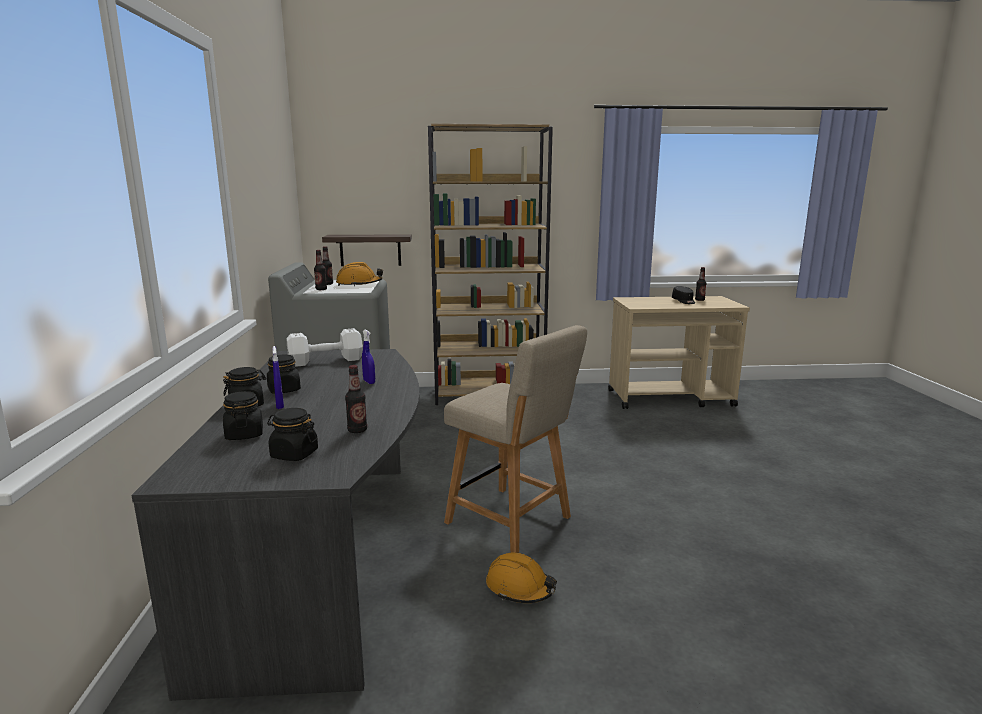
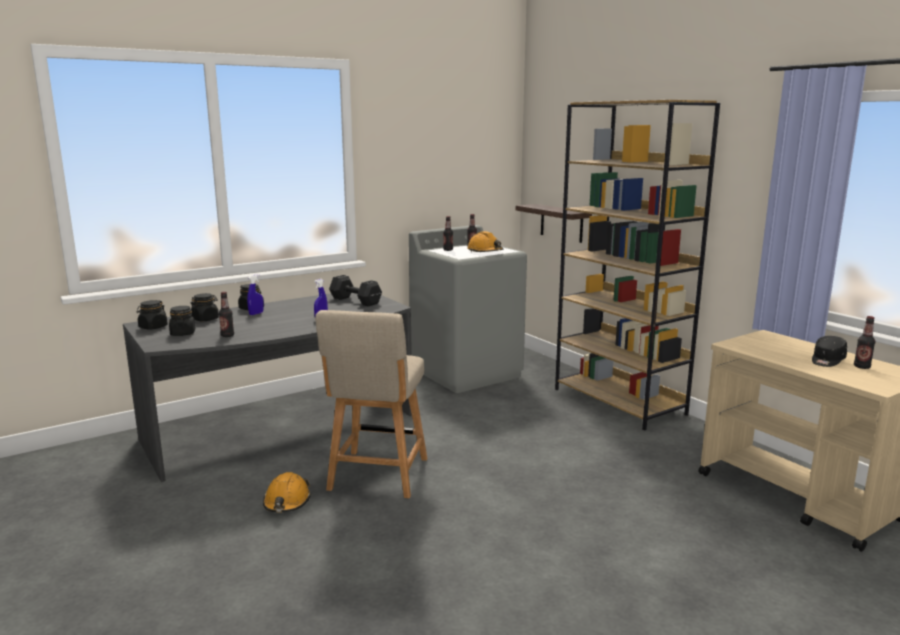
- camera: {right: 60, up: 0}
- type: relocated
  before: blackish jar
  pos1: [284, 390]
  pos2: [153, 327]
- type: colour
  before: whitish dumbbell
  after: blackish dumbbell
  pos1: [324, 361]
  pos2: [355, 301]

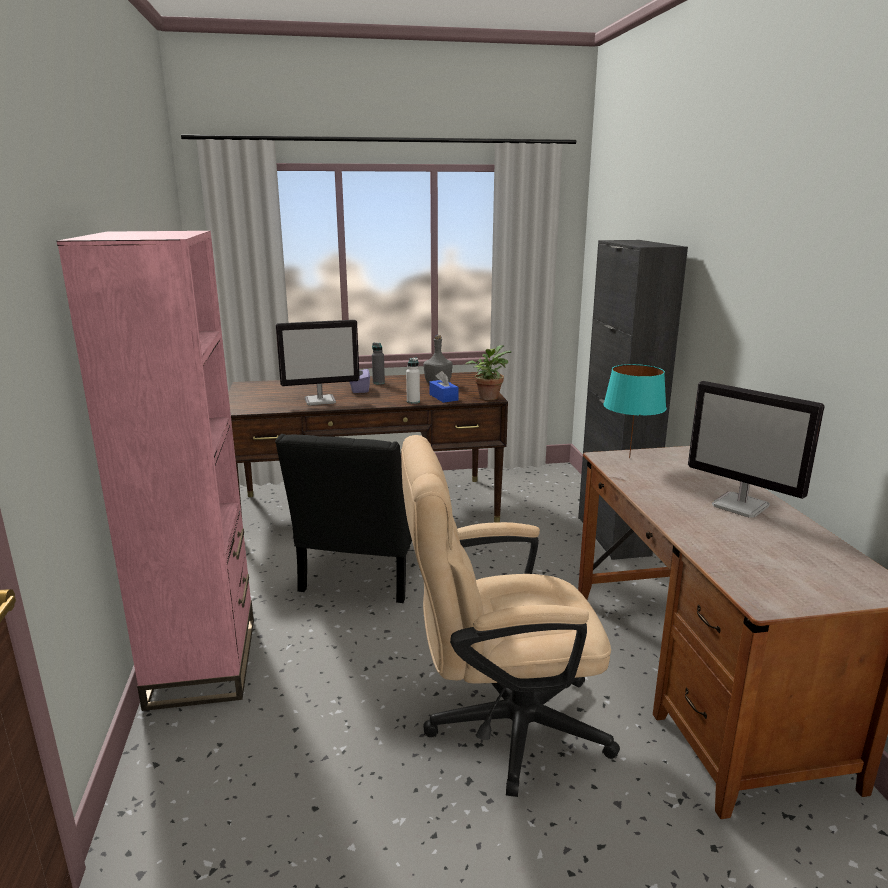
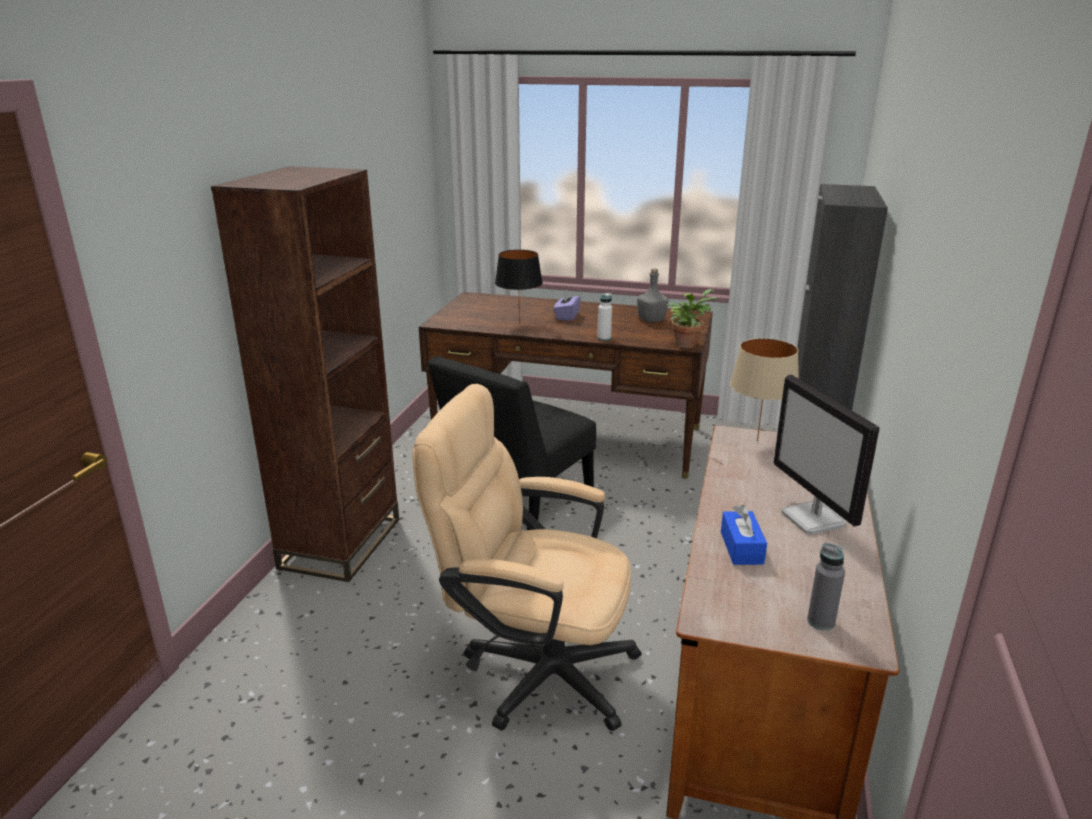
- camera: {right: 25, up: 5}
- type: colour
  before: pinkish shelving unit
  after: brownish shelving unit
  pos1: [203, 661]
  pos2: [341, 543]
- type: exchanged
  before: computer screen
  after: blackish lamp for a table
  pos1: [321, 400]
  pos2: [519, 324]
- type: relocated
  before: greyish bottle
  pos1: [378, 383]
  pos2: [821, 622]
- type: relocated
  before: blue box of tissues
  pos1: [443, 397]
  pos2: [741, 548]
- type: colour
  before: turquoise-coloured lamp for a table
  after: sand-coloured lamp for a table
  pos1: [629, 458]
  pos2: [756, 441]

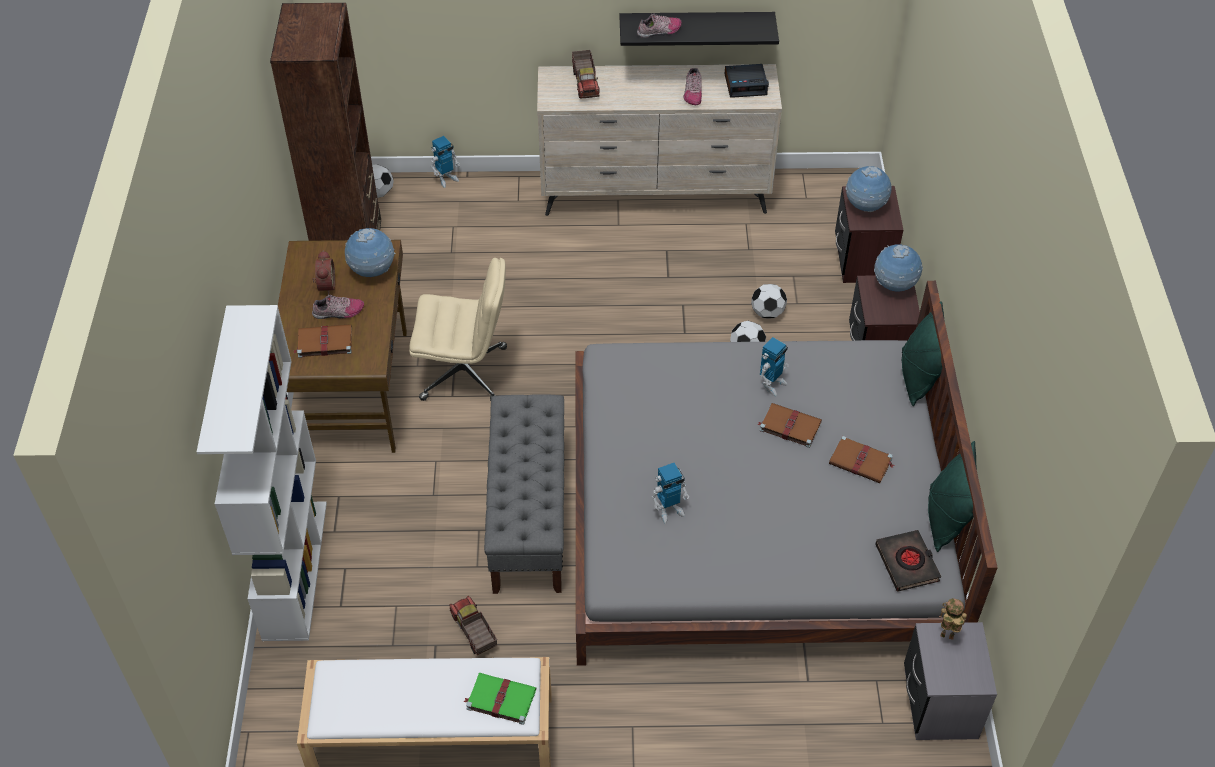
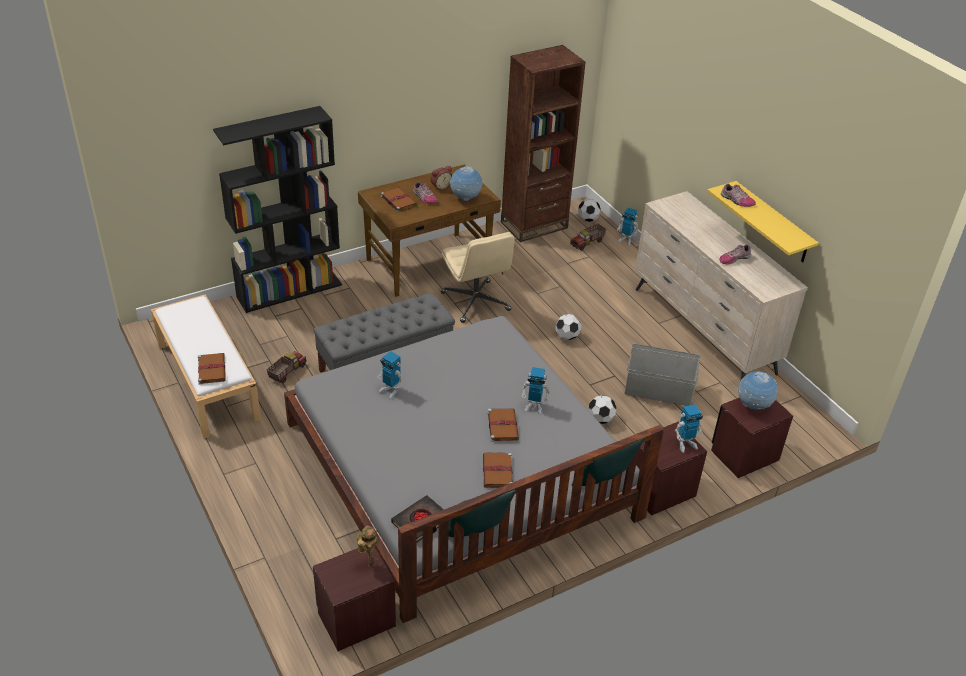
- camera: {right: 60, up: -10}
- type: colour
  before: whitish shelving unit
  after: blackish shelving unit
  pos1: [294, 569]
  pos2: [290, 290]
- type: colour
  before: greenish volume
  after: brownish volume
  pos1: [500, 699]
  pos2: [211, 369]
- type: relocated
  before: toy lorry
  pos1: [586, 83]
  pos2: [587, 243]
- type: colour
  before: blackish wall shelf
  after: yellow-coloured wall shelf
  pos1: [696, 28]
  pos2: [772, 223]
- type: missing
  before: table clock
  pos1: [746, 85]
- type: relocated
  before: ball for football
  pos1: [767, 313]
  pos2: [567, 337]
- type: exchanged
  before: world globe
  after: model robot
  pos1: [894, 286]
  pos2: [685, 444]
- type: colour
  before: greyish nightstand
  after: brownish nightstand
  pos1: [940, 704]
  pos2: [356, 619]
- type: appeared
  after: greyish storage box
  pos2: [659, 390]

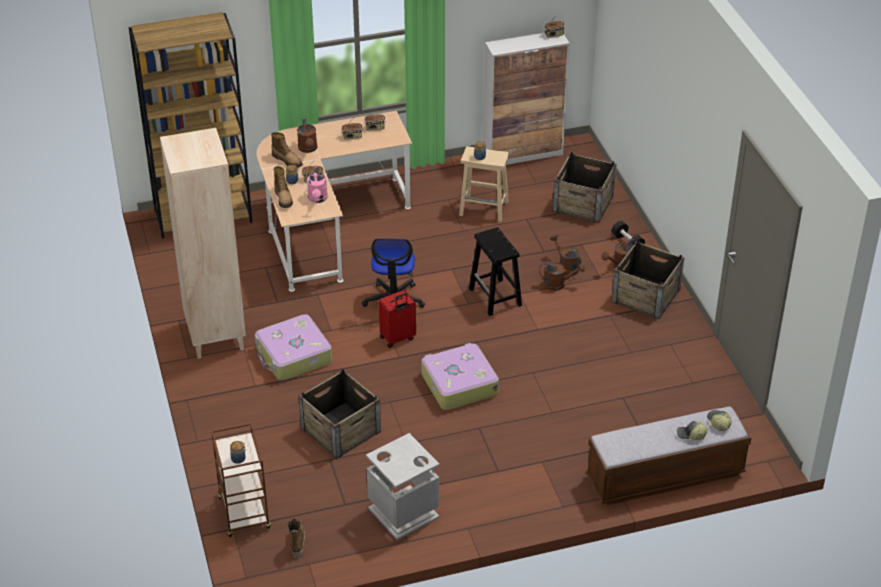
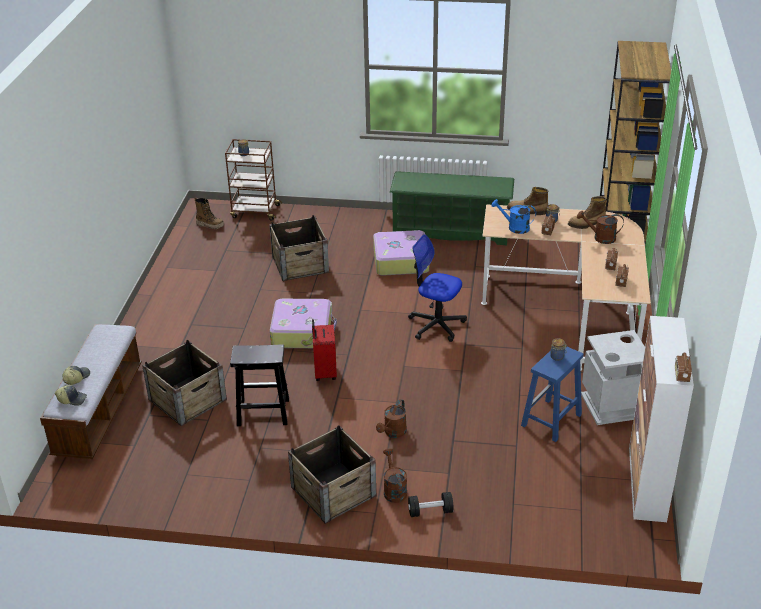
- camera: {right: 115, up: -5}
- type: exchanged
  before: sand-coloured shelving unit
  after: greenish shoe shelf
  pos1: [215, 335]
  pos2: [451, 231]
- type: colour
  before: pinkish watering pot
  after: blue watering pot
  pos1: [318, 199]
  pos2: [514, 227]
- type: relocated
  before: greyish rubbish bin
  pos1: [404, 513]
  pos2: [611, 406]
- type: relocated
  before: reddish travel case
  pos1: [398, 338]
  pos2: [324, 373]
- type: colour
  before: sand-coloured stool
  after: blue stool
  pos1: [484, 208]
  pos2: [551, 421]
- type: relocated
  before: blackish stool
  pos1: [495, 297]
  pos2: [262, 412]
- type: missing
  before: brownish watering pot
  pos1: [565, 267]
- type: relocated
  before: shipping crate
  pos1: [583, 203]
  pos2: [187, 400]

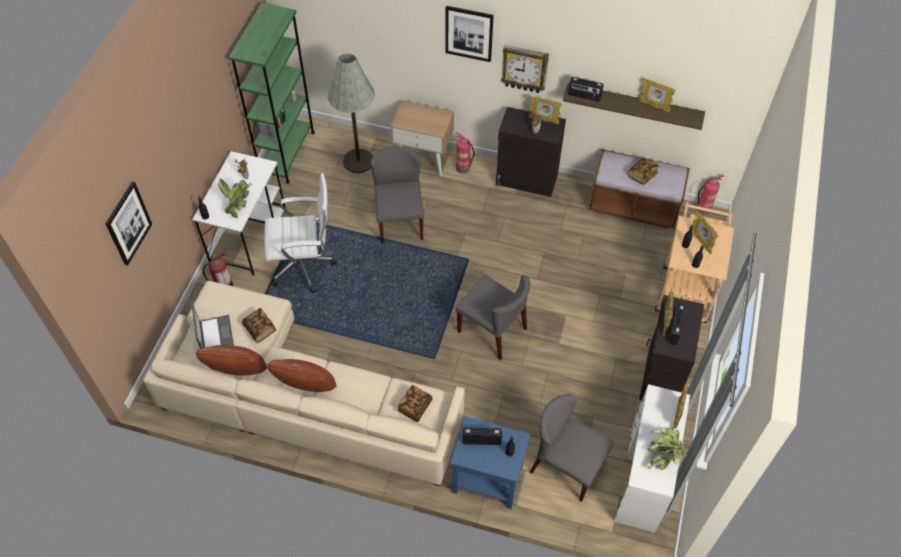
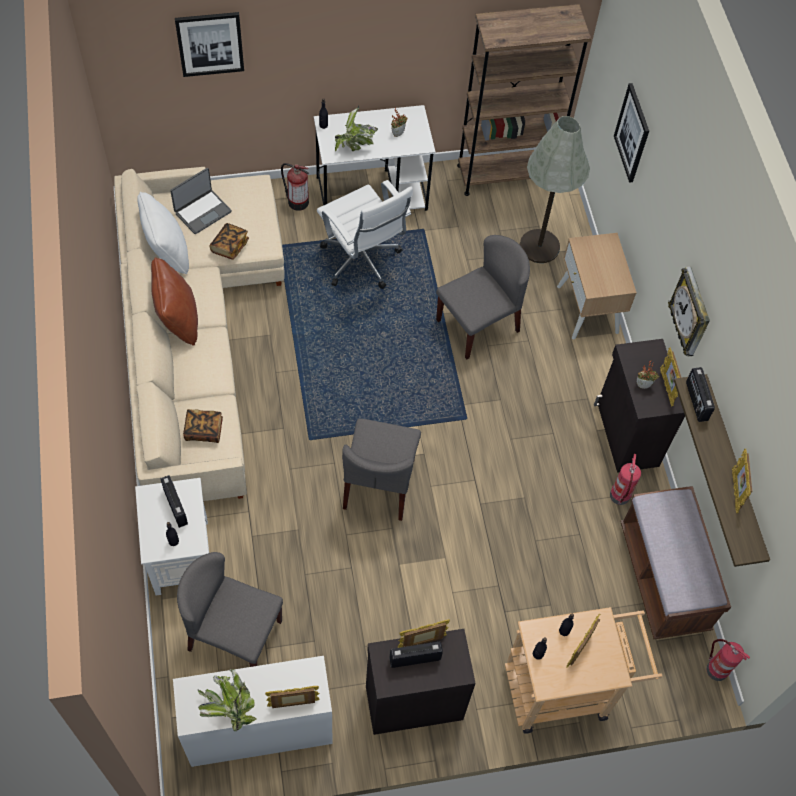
- camera: {right: 60, up: 5}
- type: colour
  before: brownish throw pillow
  after: whitish throw pillow
  pos1: [237, 374]
  pos2: [167, 253]
- type: colour
  before: greenish shelving unit
  after: brownish shelving unit
  pos1: [287, 153]
  pos2: [505, 175]
- type: relocated
  before: picture
  pos1: [469, 33]
  pos2: [632, 133]
- type: colour
  before: blue end table
  after: whitish end table
  pos1: [486, 479]
  pos2: [181, 555]
- type: relocated
  before: fire extinguisher
  pos1: [463, 168]
  pos2: [620, 496]
- type: spun
  before: greyish chair
  pos1: [566, 467]
  pos2: [234, 635]
  turn: -75
- type: missing
  before: volume
  pos1: [642, 175]

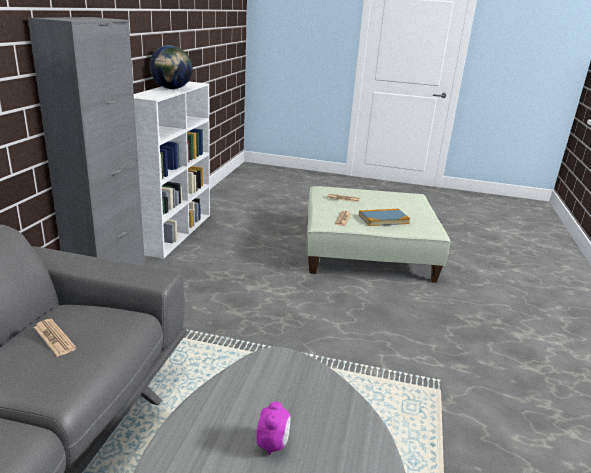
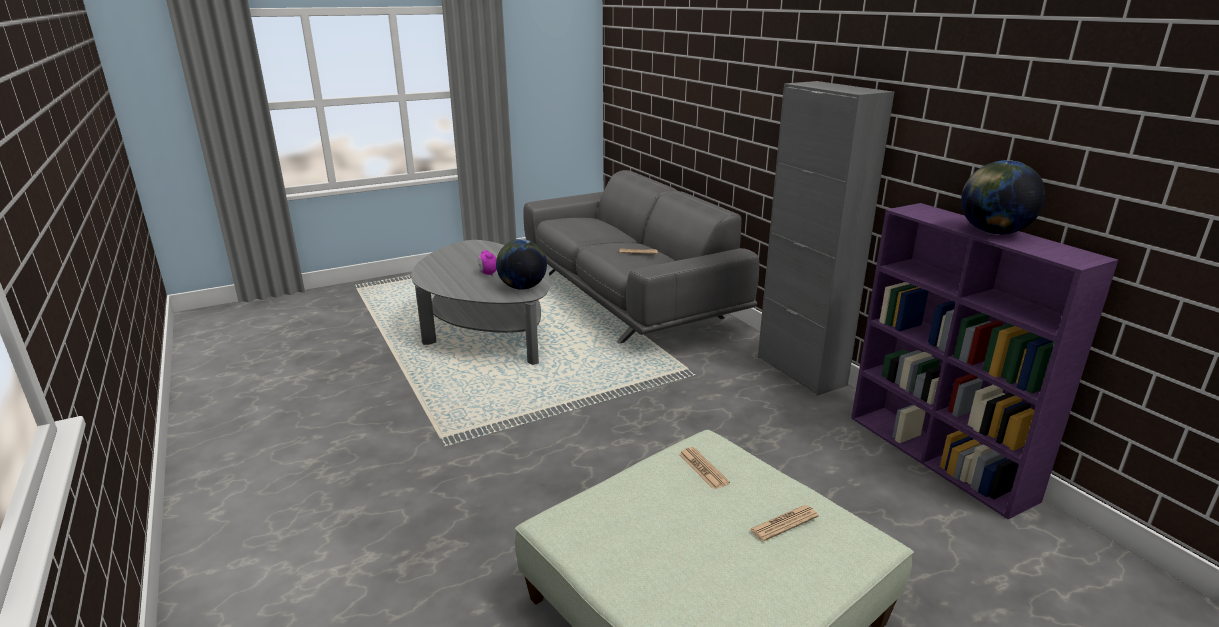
- camera: {right: 140, up: 0}
- type: colour
  before: whitish shelving unit
  after: purple shelving unit
  pos1: [175, 232]
  pos2: [940, 457]
- type: missing
  before: volume
  pos1: [383, 219]
- type: appeared
  after: world globe
  pos2: [522, 287]

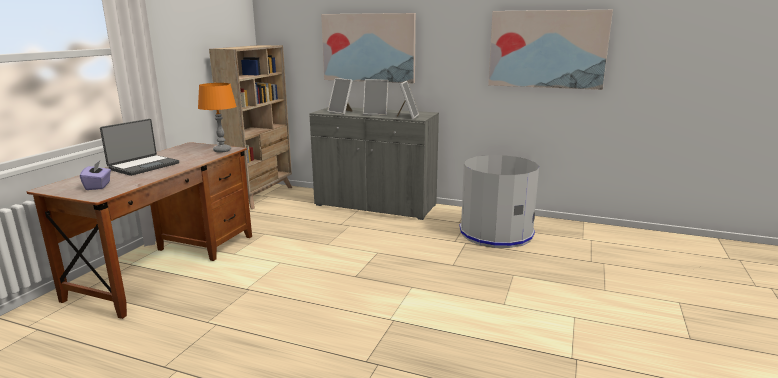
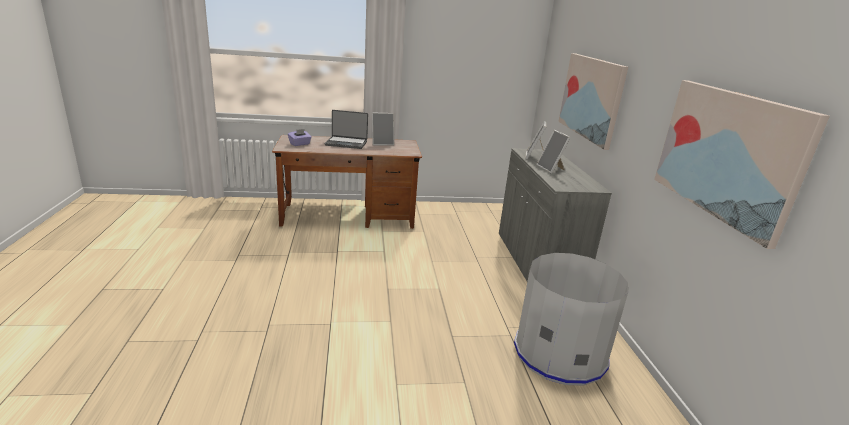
- camera: {right: 60, up: 5}
- type: missing
  before: orange lamp for a table
  pos1: [222, 150]
- type: missing
  before: sand-coloured shelving unit
  pos1: [262, 196]
- type: relocated
  before: picture frame
  pos1: [407, 117]
  pos2: [382, 143]

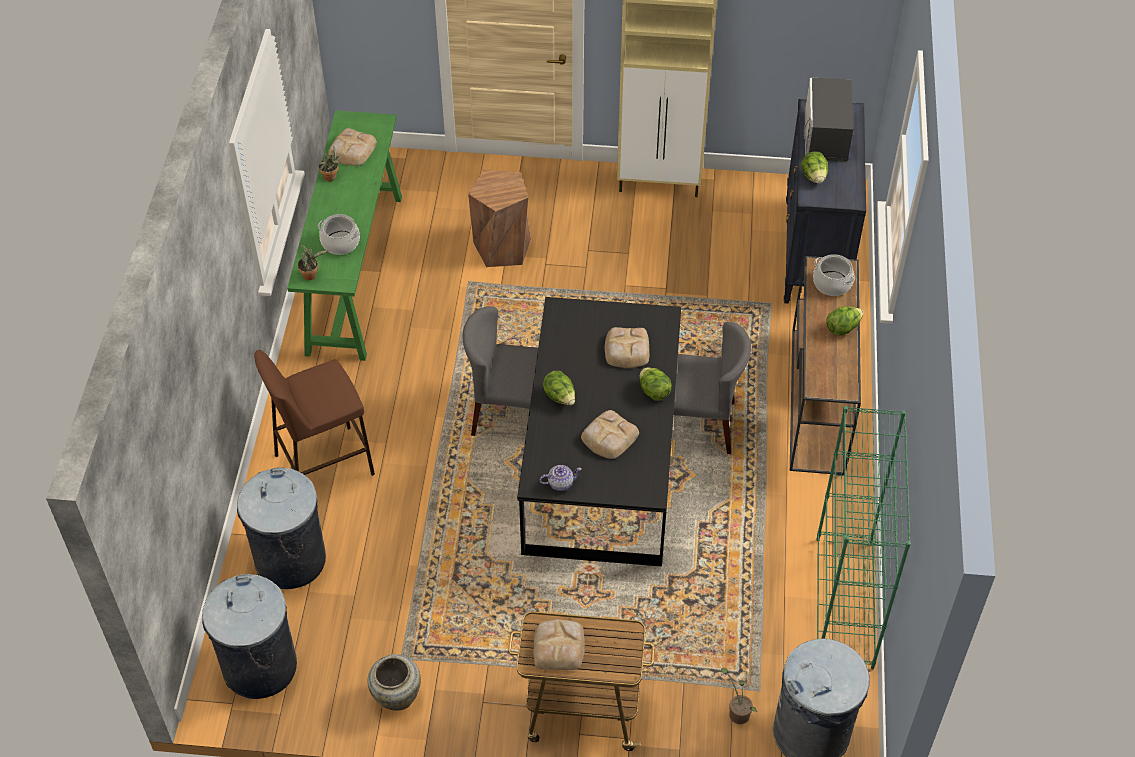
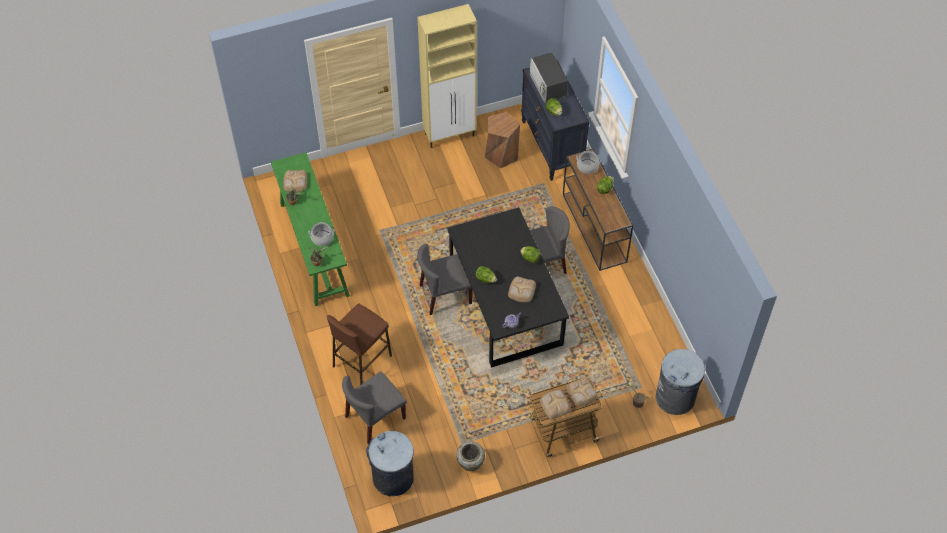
- camera: {right: -25, up: 5}
- type: exchanged
  before: greyish rubbish bin
  after: greyish chair
  pos1: [290, 560]
  pos2: [375, 418]
- type: relocated
  before: brownish stool
  pos1: [502, 248]
  pos2: [501, 155]
- type: relocated
  before: bakery bread
  pos1: [626, 350]
  pos2: [581, 393]
- type: missing
  before: greenish shelving unit
  pos1: [845, 603]

